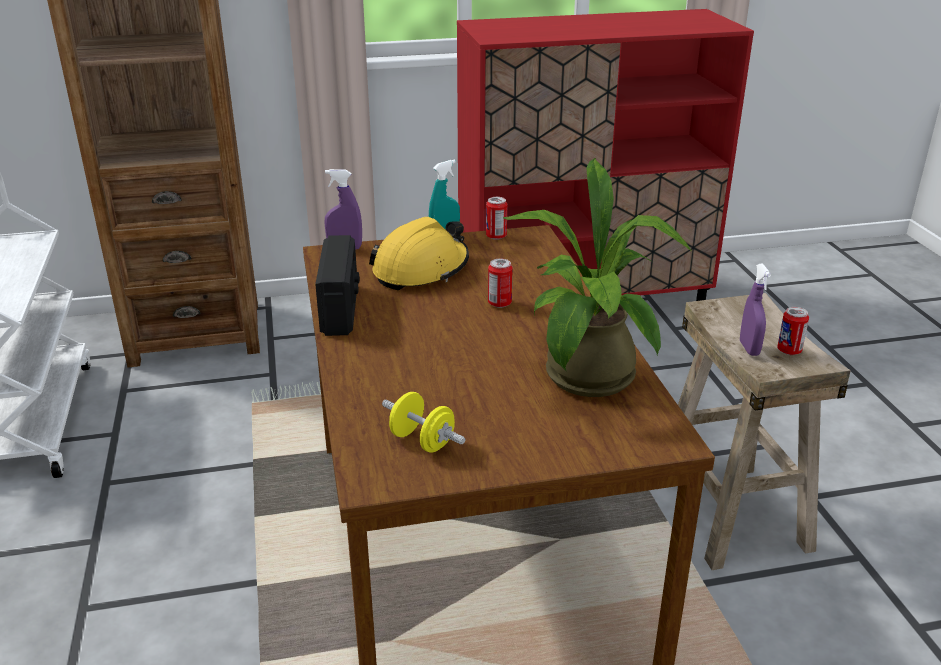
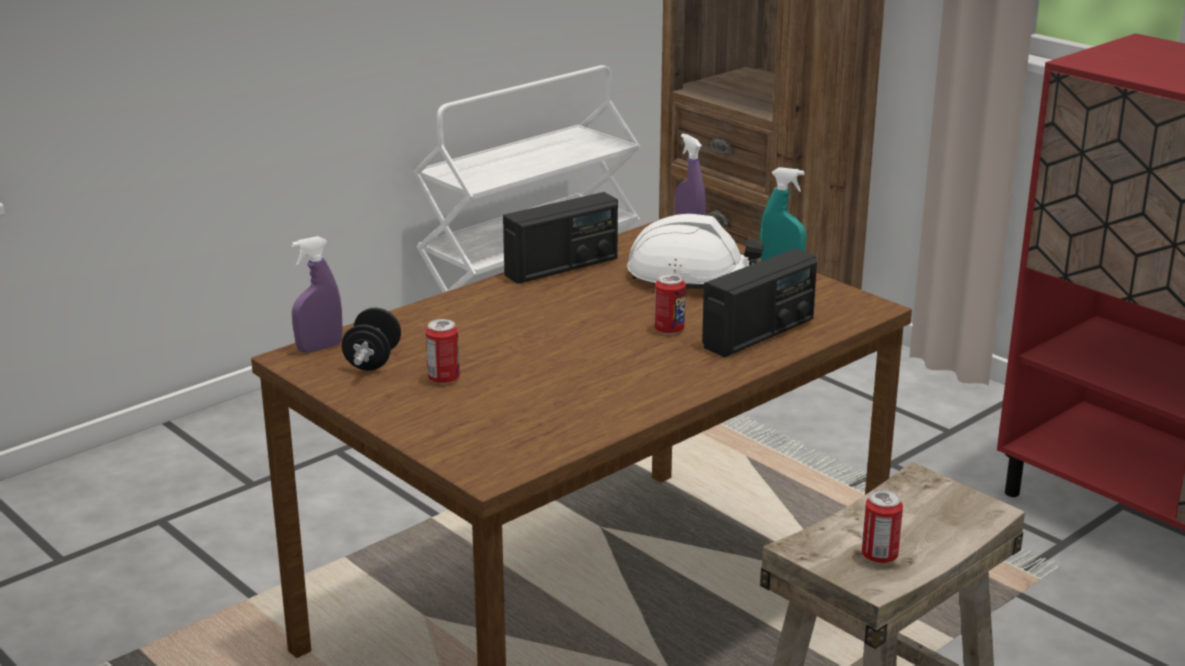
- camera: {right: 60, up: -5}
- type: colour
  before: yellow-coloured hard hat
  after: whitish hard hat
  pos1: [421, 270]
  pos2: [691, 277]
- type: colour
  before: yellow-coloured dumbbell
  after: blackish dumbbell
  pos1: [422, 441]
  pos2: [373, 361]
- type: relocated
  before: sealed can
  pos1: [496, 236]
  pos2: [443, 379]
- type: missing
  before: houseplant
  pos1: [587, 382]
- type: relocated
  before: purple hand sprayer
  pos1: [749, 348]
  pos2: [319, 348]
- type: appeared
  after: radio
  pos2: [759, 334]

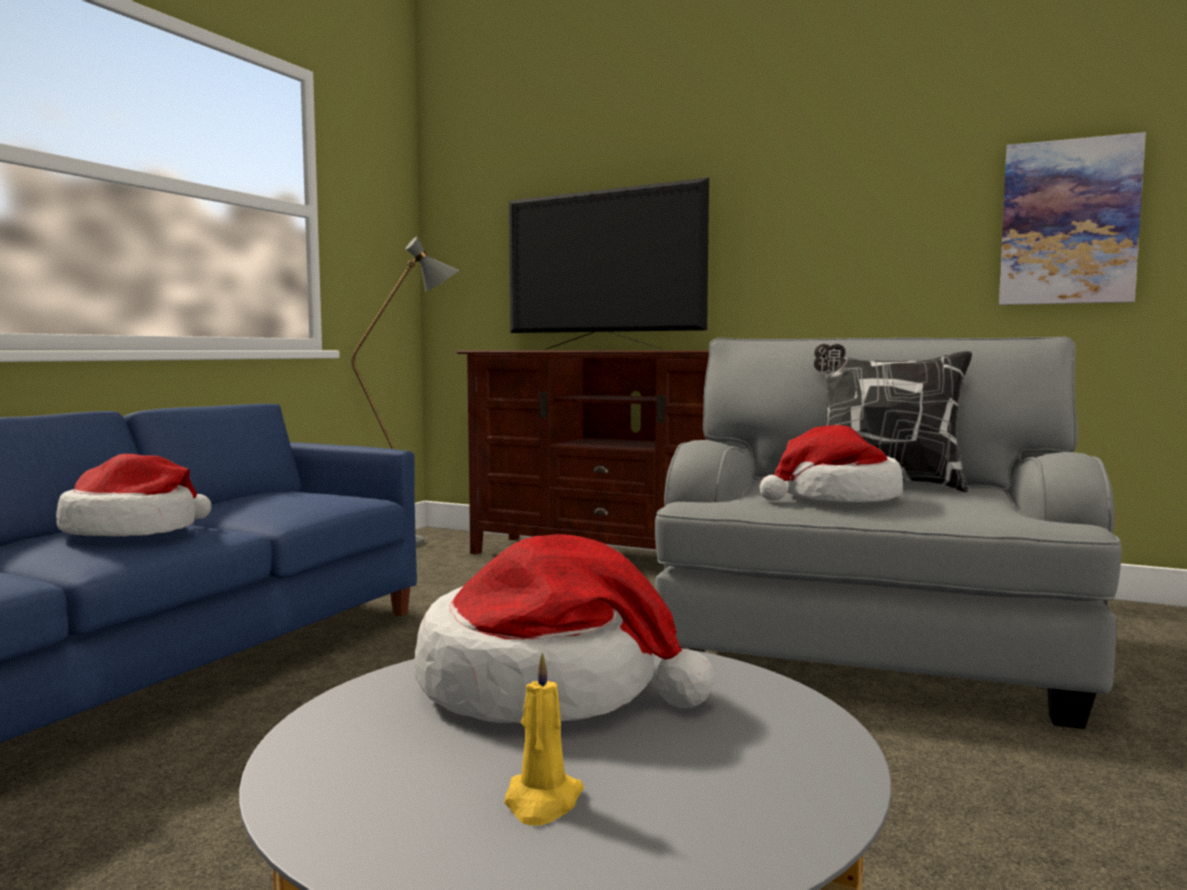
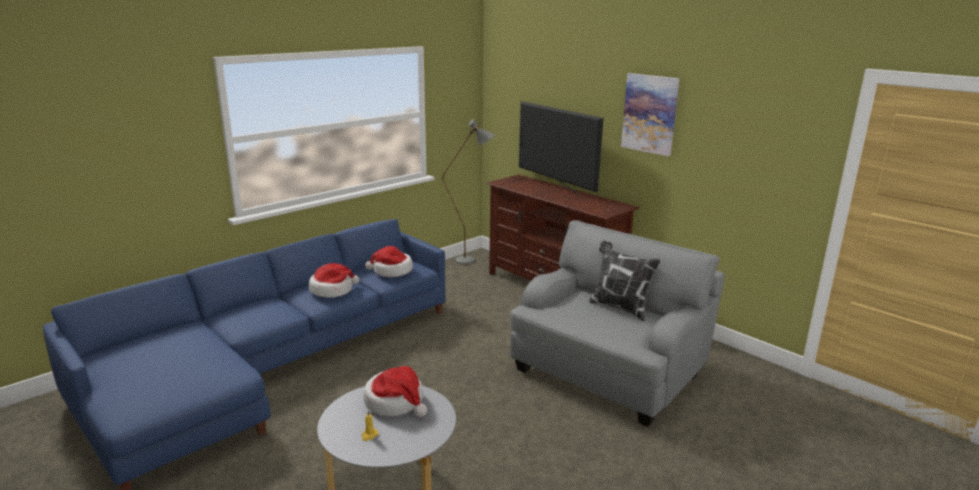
- camera: {right: 20, up: 15}
- type: relocated
  before: hat
  pos1: [836, 498]
  pos2: [391, 271]
- type: relocated
  before: picture
  pos1: [1068, 222]
  pos2: [650, 114]

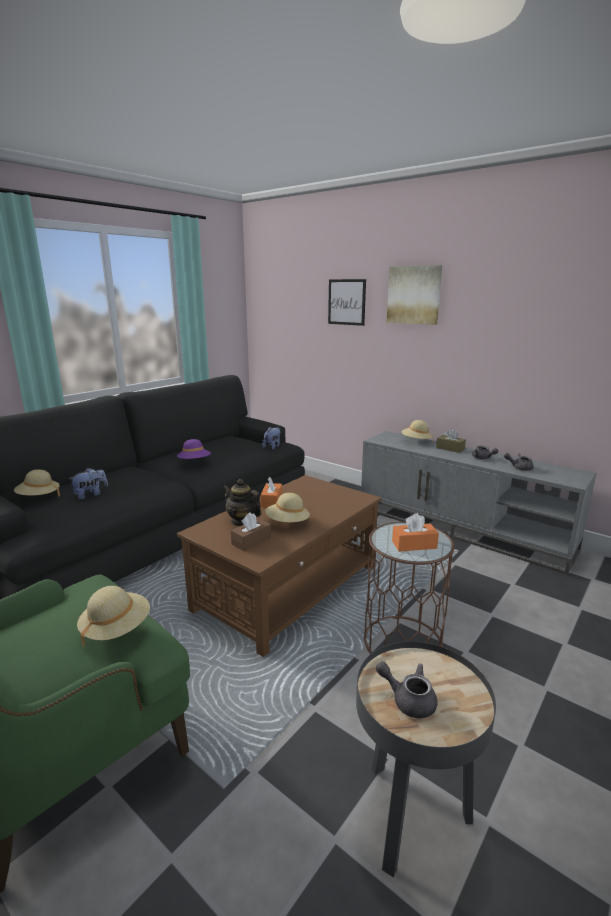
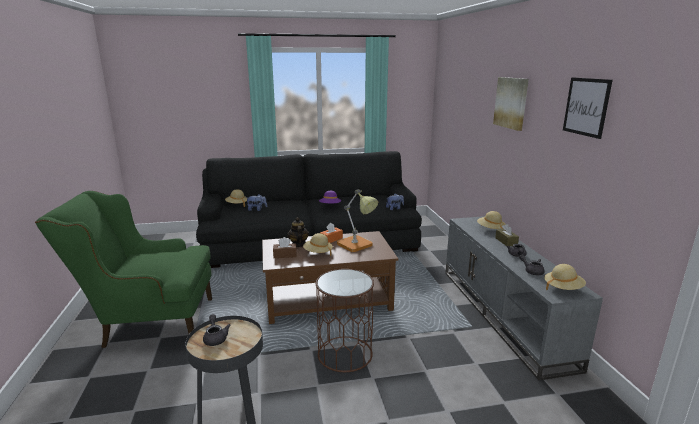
- camera: {right: 40, up: 0}
- type: relocated
  before: sand-coloured hat
  pos1: [116, 629]
  pos2: [563, 288]
- type: relocated
  before: picture
  pos1: [346, 302]
  pos2: [586, 107]
- type: missing
  before: orange box of tissues
  pos1: [414, 545]
- type: appeared
  after: lamp for a table
  pos2: [357, 246]

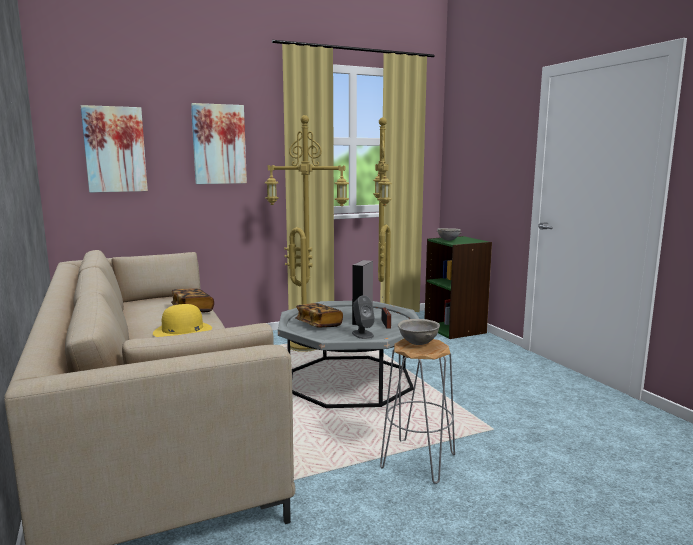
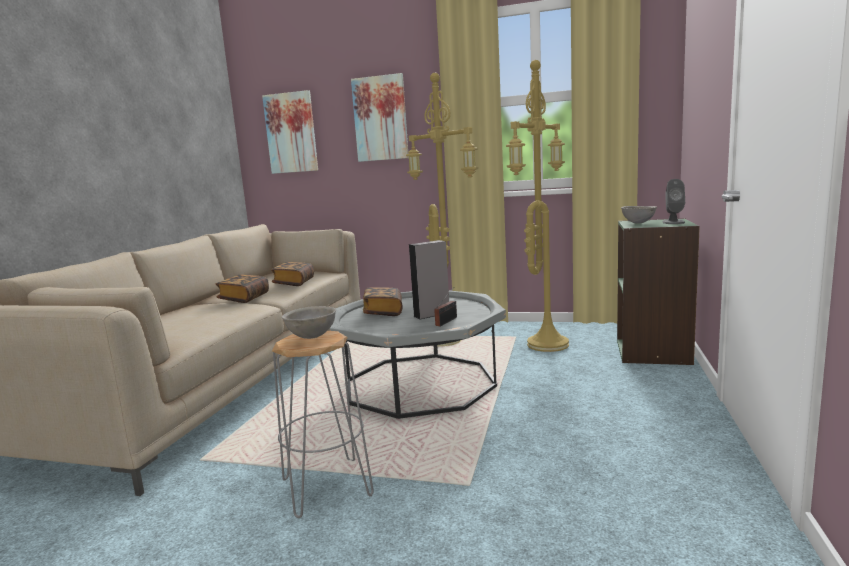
- camera: {right: 40, up: 0}
- type: exchanged
  before: yellow-coloured hat
  after: volume
  pos1: [182, 330]
  pos2: [244, 298]
- type: relocated
  before: greyish loudspeaker
  pos1: [362, 334]
  pos2: [673, 222]

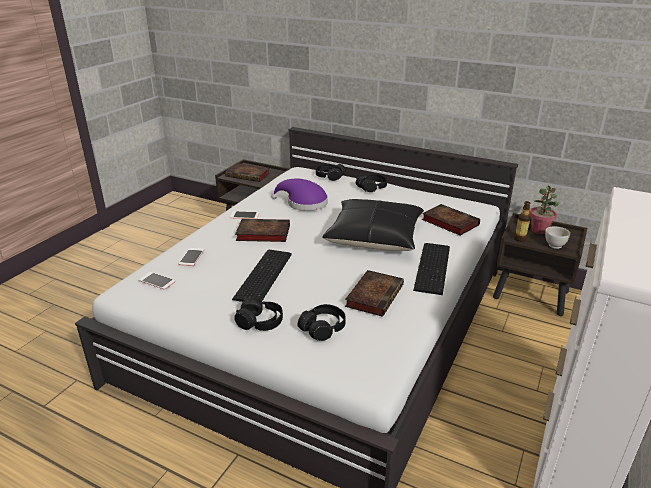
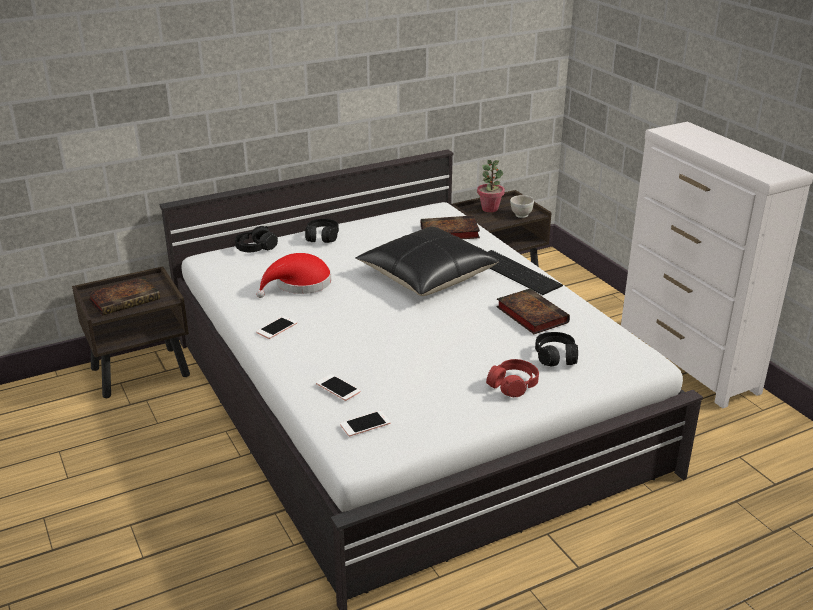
- camera: {right: -55, up: 0}
- type: missing
  before: keyboard
  pos1: [261, 276]
- type: colour
  before: blackish pair of headphones
  after: reddish pair of headphones
  pos1: [260, 322]
  pos2: [513, 385]
- type: missing
  before: volume
  pos1: [261, 233]
- type: colour
  before: purple hat
  after: reddish hat
  pos1: [303, 203]
  pos2: [299, 284]
- type: missing
  before: bottle
  pos1: [520, 239]

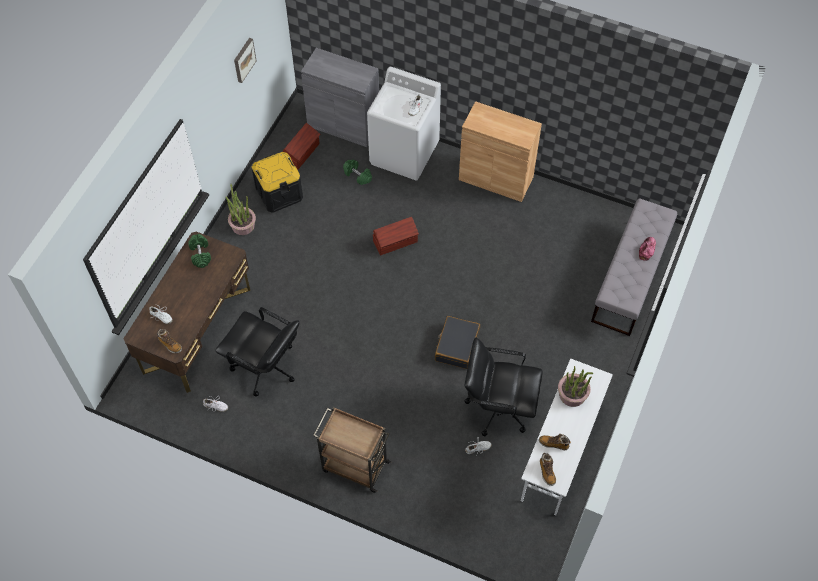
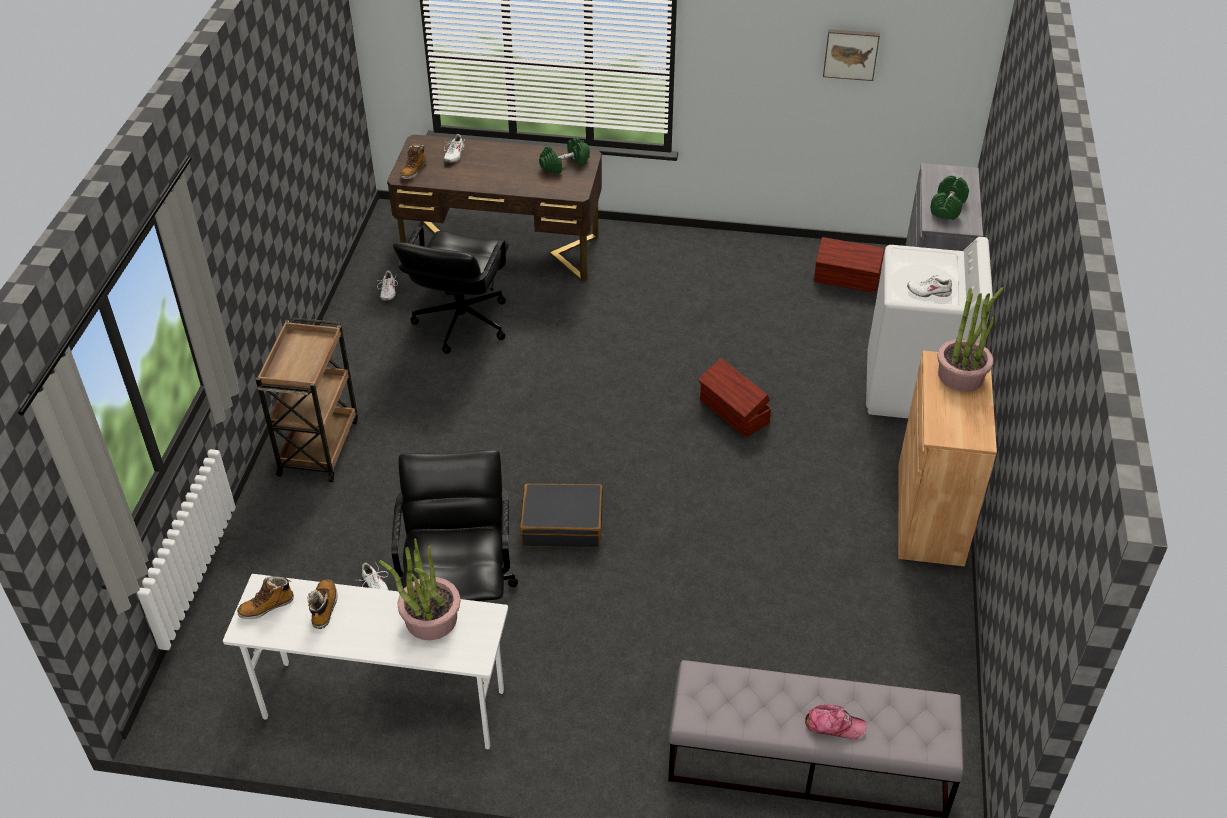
- camera: {right: 75, up: -15}
- type: relocated
  before: houseplant
  pos1: [243, 225]
  pos2: [961, 375]
- type: missing
  before: blackish storage box
  pos1: [279, 193]
- type: relocated
  before: greenish dumbbell
  pos1: [358, 175]
  pos2: [948, 207]

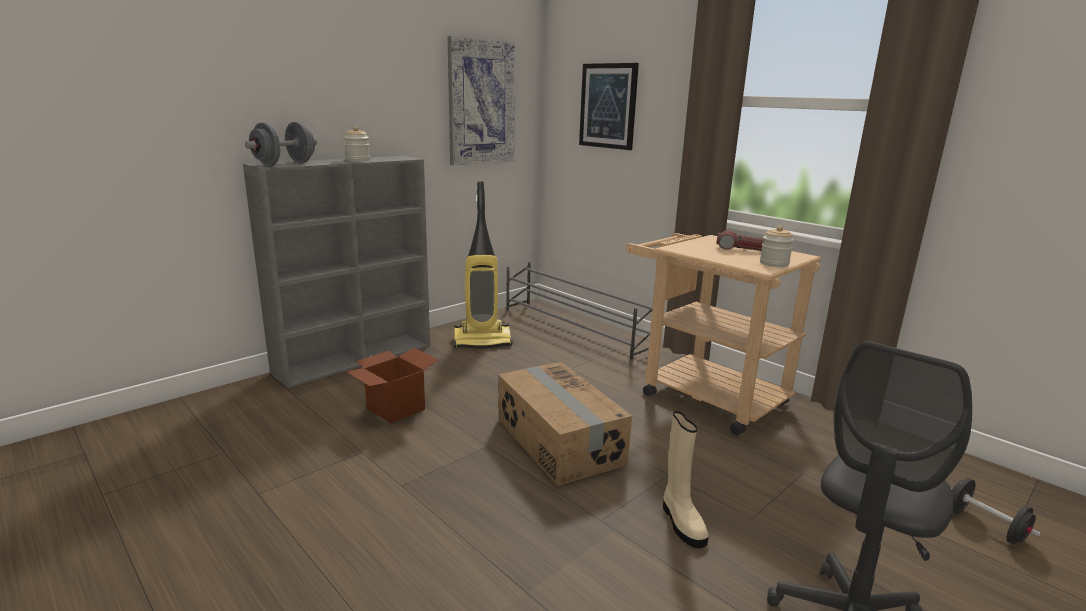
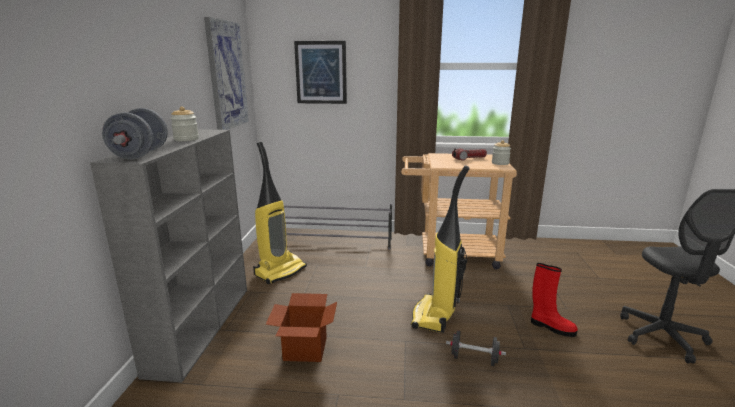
- camera: {right: -40, up: 0}
- type: exchanged
  before: carton
  after: hoover
  pos1: [558, 441]
  pos2: [435, 316]
- type: colour
  before: sand-coloured high-top boot
  after: reddish high-top boot
  pos1: [681, 522]
  pos2: [551, 327]
- type: relocated
  before: blackish dumbbell
  pos1: [985, 526]
  pos2: [474, 359]

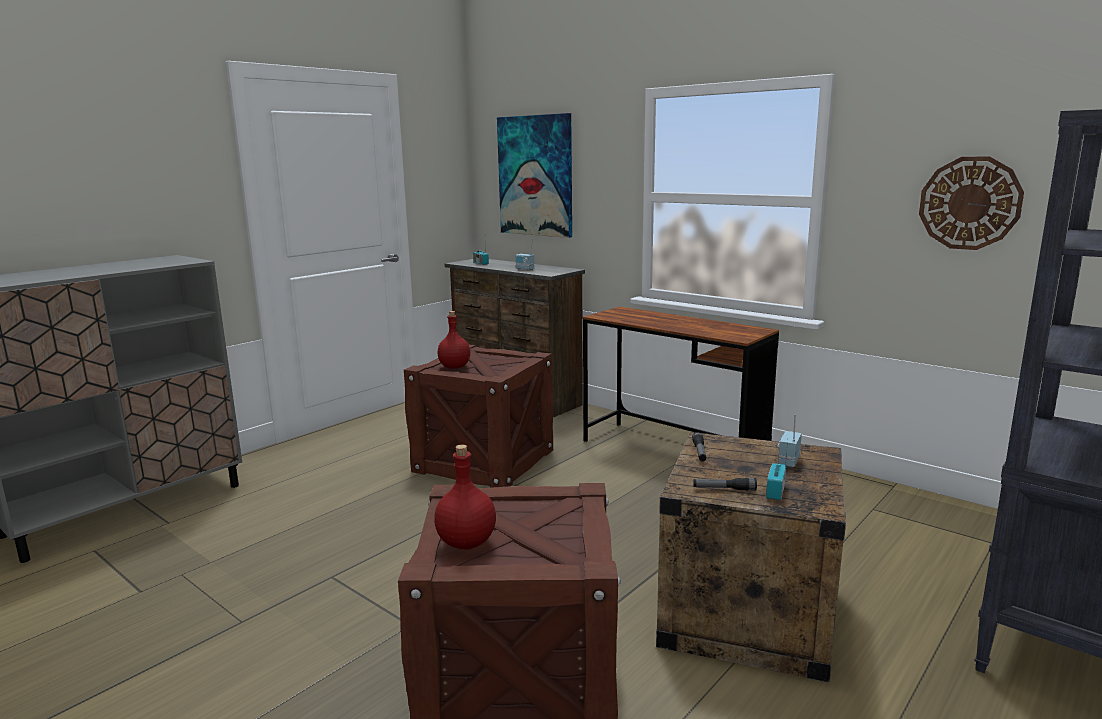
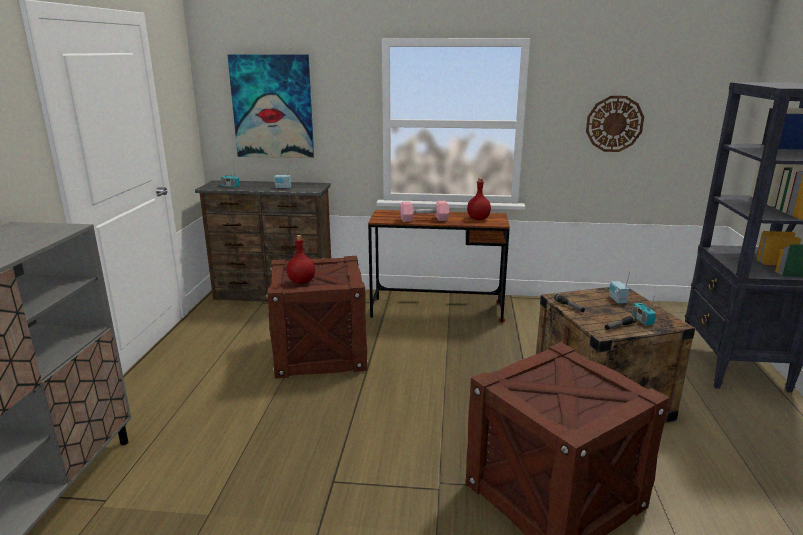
- camera: {right: -35, up: 5}
- type: relocated
  before: reddish bottle
  pos1: [465, 543]
  pos2: [478, 219]
- type: appeared
  after: pinkish dumbbell
  pos2: [424, 219]

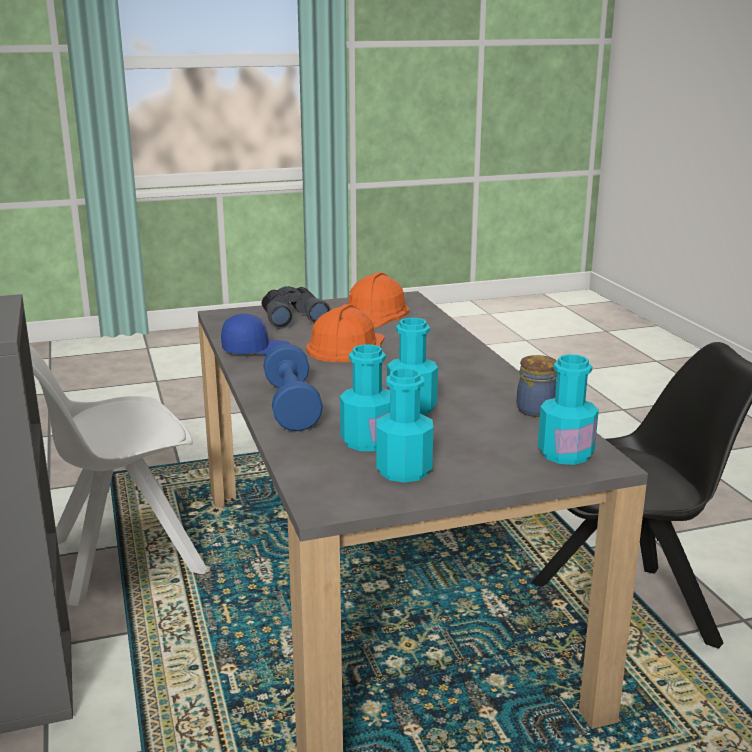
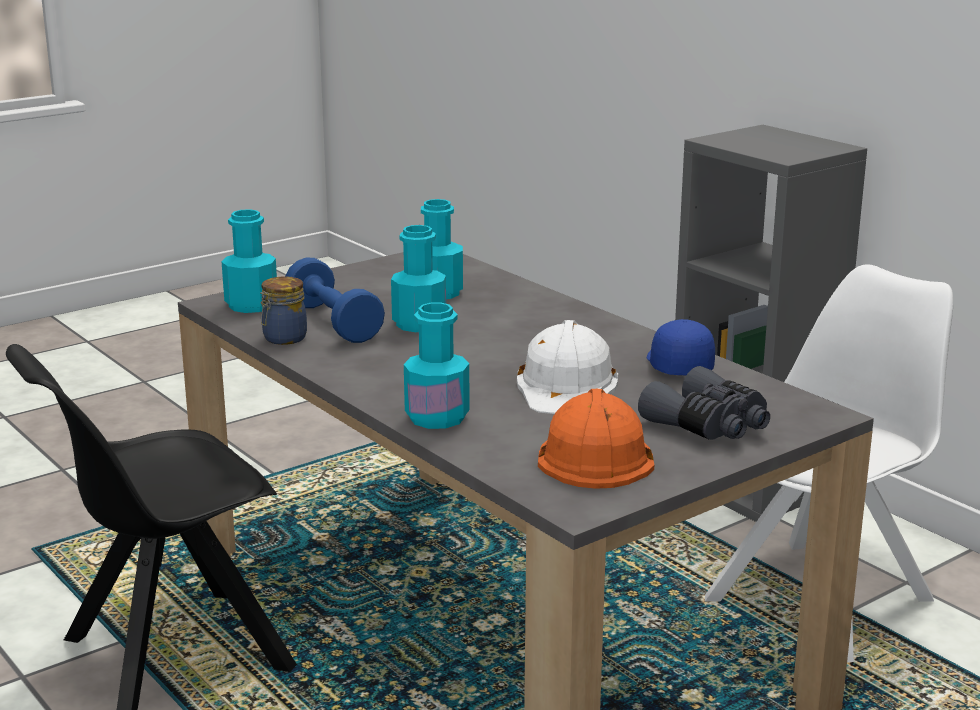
- camera: {right: 160, up: 0}
- type: spun
  before: blue baseball cap
  pos1: [255, 349]
  pos2: [677, 365]
  turn: 120
- type: relocated
  before: blue dumbbell
  pos1: [292, 407]
  pos2: [333, 323]
- type: colour
  before: orange hard hat
  after: whitish hard hat
  pos1: [346, 346]
  pos2: [567, 386]
- type: relocated
  before: turquoise-coloured bottle
  pos1: [404, 470]
  pos2: [437, 417]

